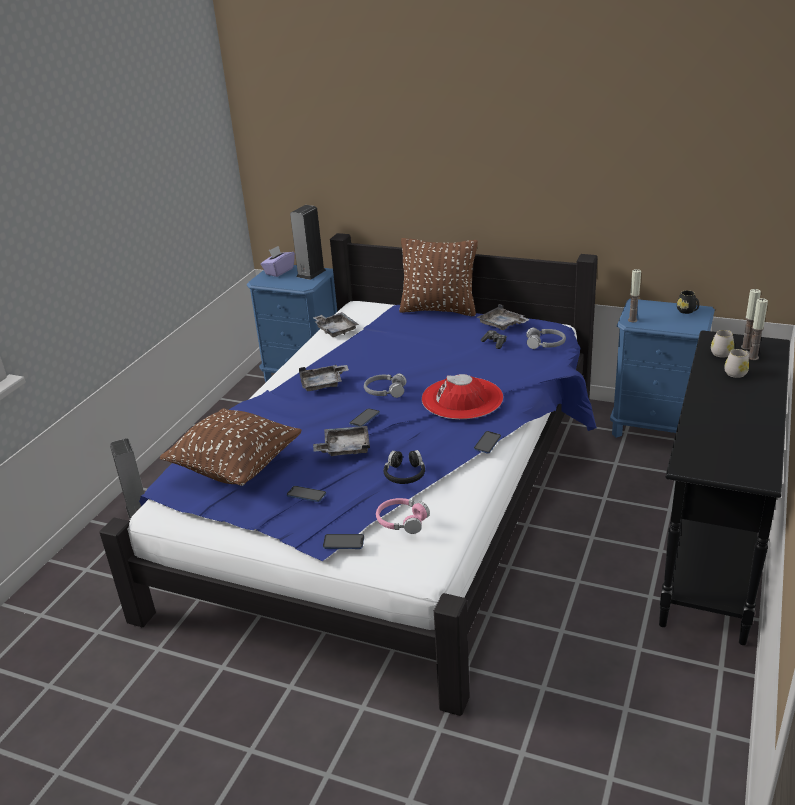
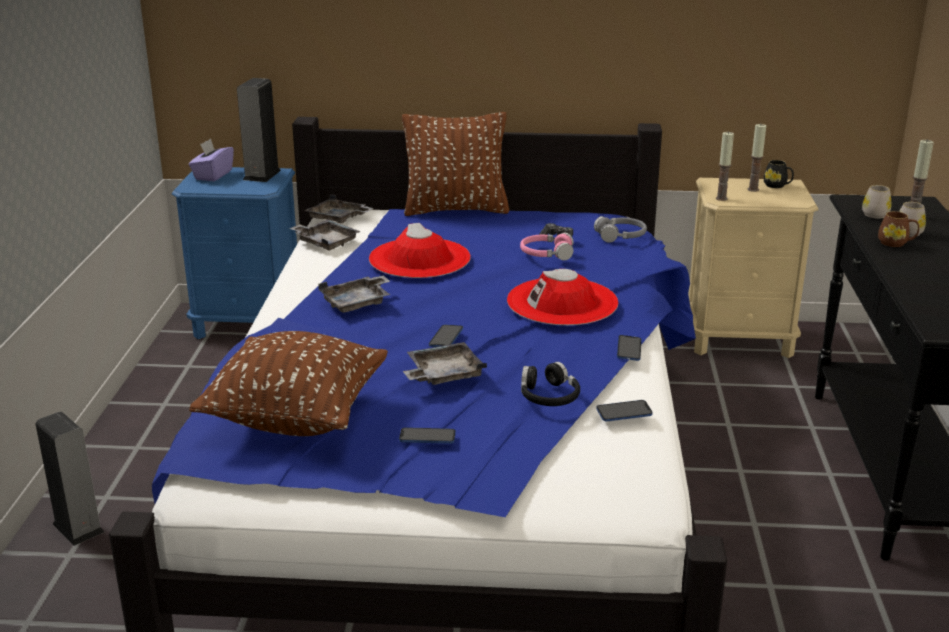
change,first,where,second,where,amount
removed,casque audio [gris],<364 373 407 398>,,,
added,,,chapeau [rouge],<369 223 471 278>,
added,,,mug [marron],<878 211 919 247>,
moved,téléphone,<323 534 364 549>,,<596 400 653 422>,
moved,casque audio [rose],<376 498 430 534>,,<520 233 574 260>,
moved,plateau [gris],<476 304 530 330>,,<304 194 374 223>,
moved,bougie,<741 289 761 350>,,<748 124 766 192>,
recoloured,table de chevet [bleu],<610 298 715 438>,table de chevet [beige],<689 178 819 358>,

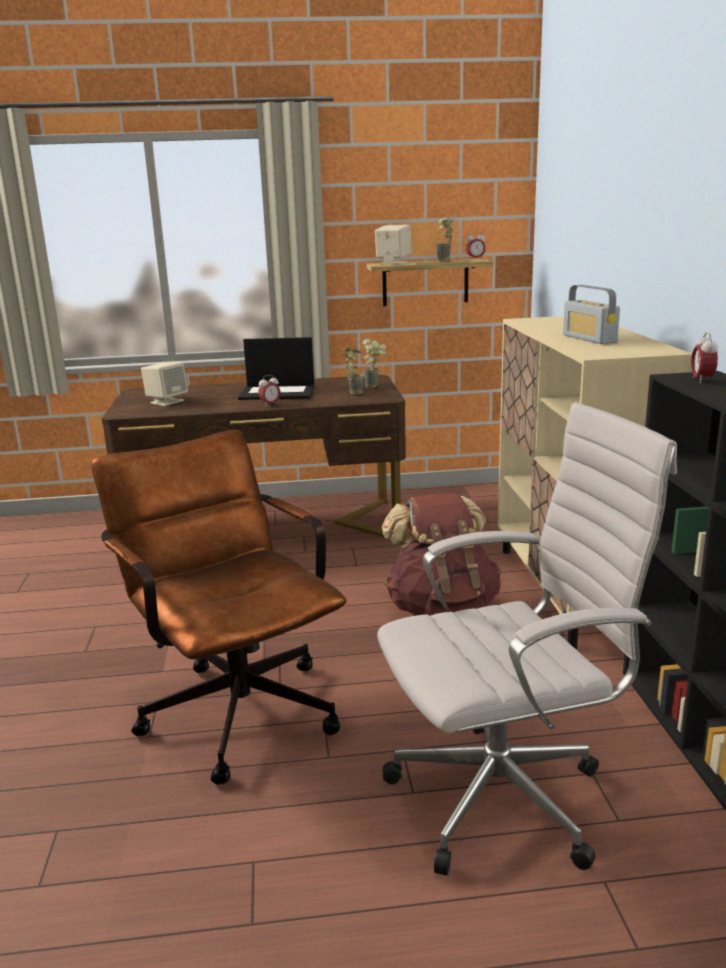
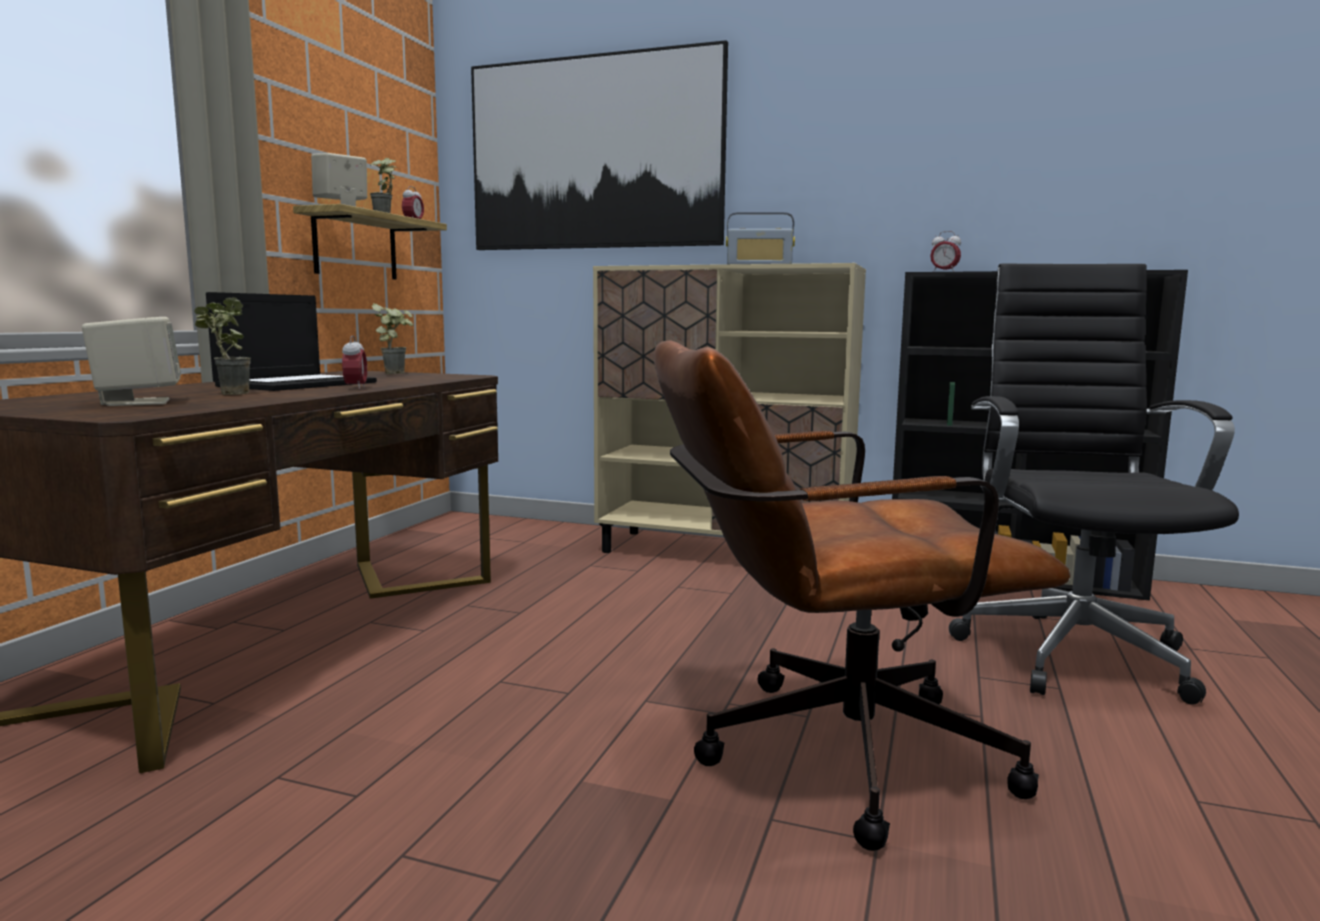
change,first,where,second,where,amount
removed,sac à dos [marron],<382 492 501 616>,,,
added,,,tableau,<471 40 728 250>,
moved,plante en pot,<342 348 364 395>,,<194 297 251 395>,
recoloured,chaise de bureau [blanc],<377 402 677 875>,chaise de bureau [noir],<949 264 1239 705>,

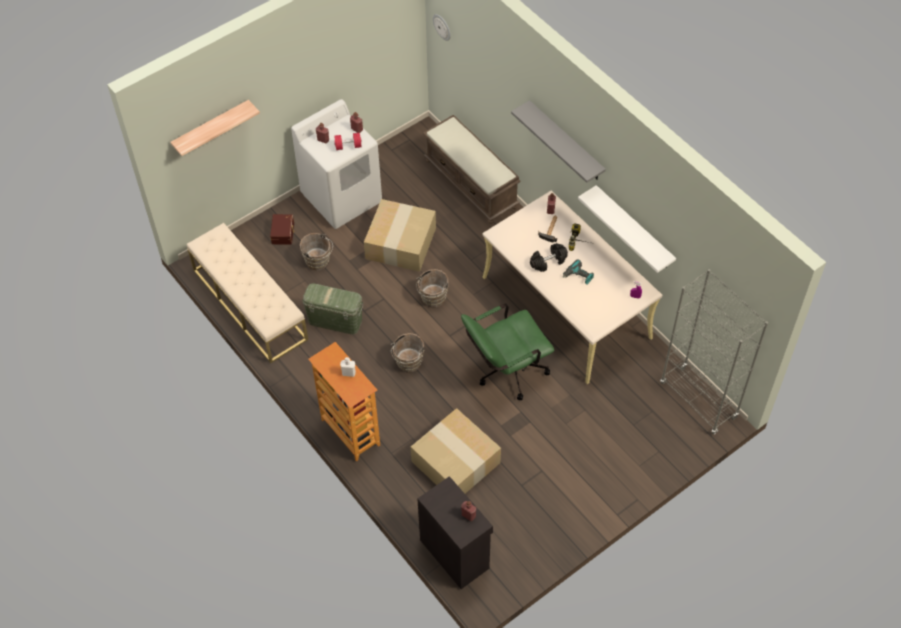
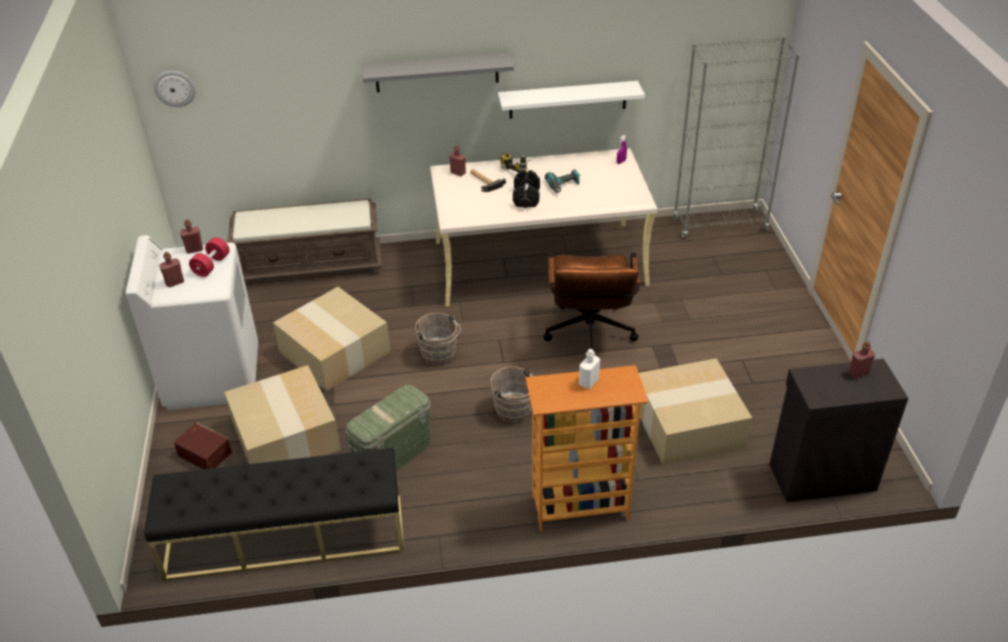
change,first,where,second,where,amount
removed,étagère,<171 100 260 156>,,,
replaced,seau [marron],<300 233 333 271>,carton,<224 365 341 464>,
recoloured,banc [beige],<187 223 308 363>,banc [noir],<144 448 404 582>,
recoloured,chaise de bureau [vert],<461 304 554 400>,chaise de bureau [marron],<543 253 640 356>,

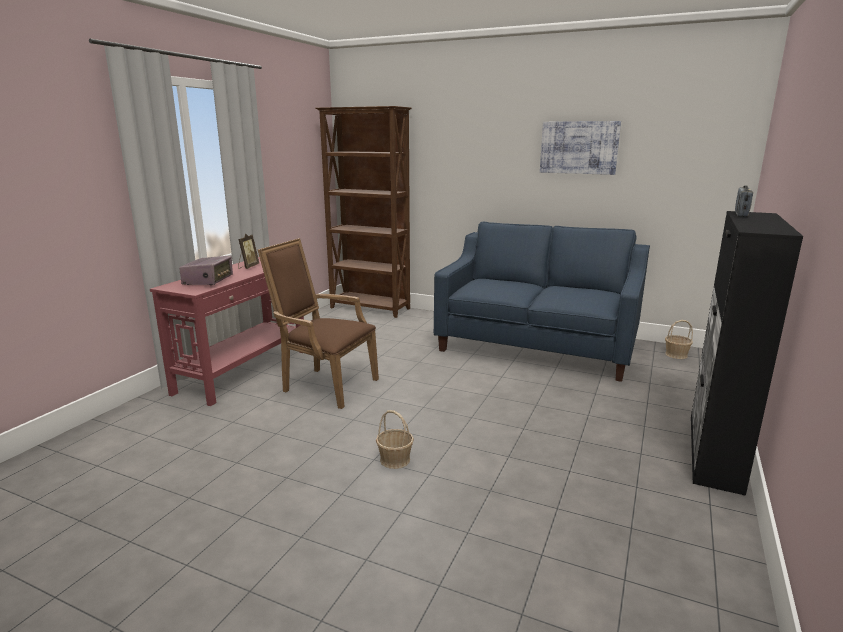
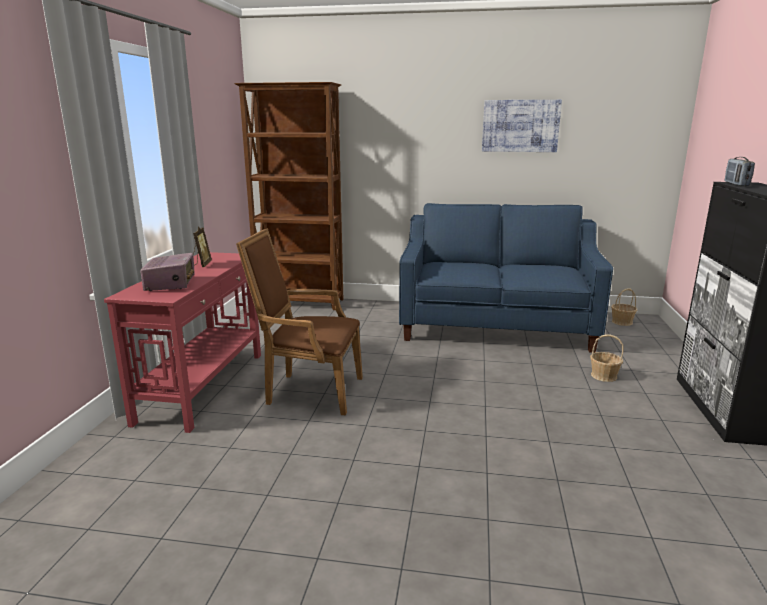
change,first,where,second,where,amount
moved,panier,<376 410 414 469>,,<590 334 624 382>,

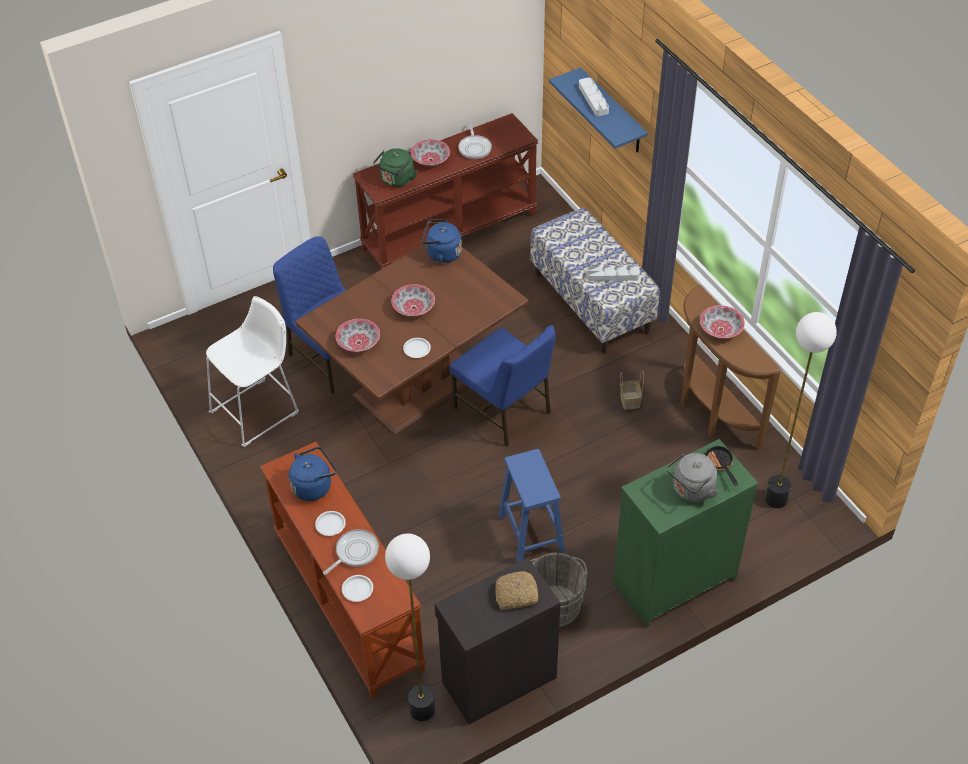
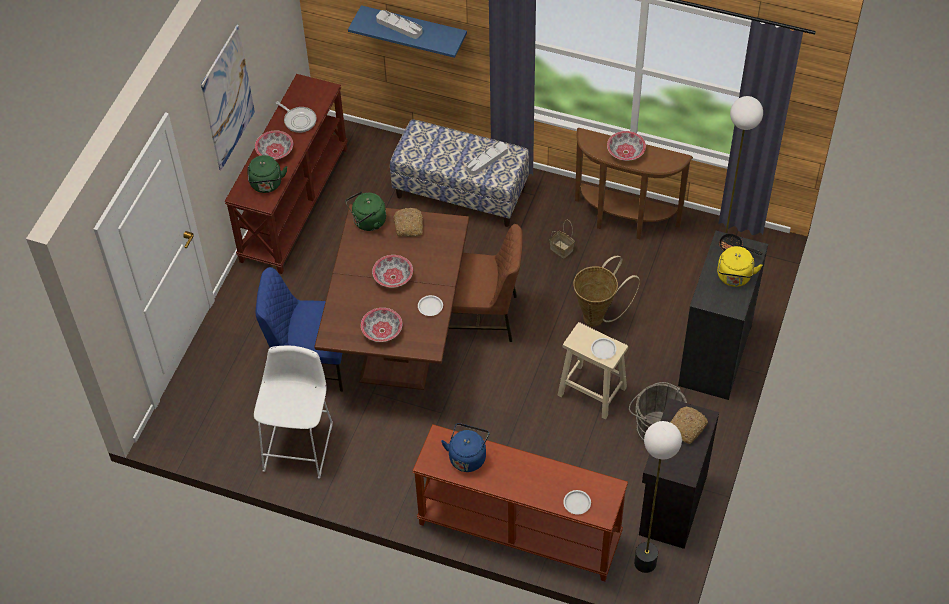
change,first,where,second,where,amount
removed,poêle,<323 529 379 575>,,,
added,,,tableau,<201 25 255 170>,
added,,,pain,<394 208 423 237>,
added,,,panier,<573 256 640 327>,
moved,assiette [blanc],<315 511 346 536>,,<591 338 617 359>,
recoloured,bouilloire [bleu],<421 219 462 263>,bouilloire [vert],<345 191 386 231>,
recoloured,chaise [bleu],<449 325 556 447>,chaise [marron],<446 224 523 342>,
recoloured,tabouret [bleu],<498 449 565 562>,tabouret [beige],<557 322 628 419>,
recoloured,commode [vert],<613 439 758 627>,commode [noir],<678 231 768 400>,
recoloured,bouilloire [gris],<667 453 719 502>,bouilloire [jaune],<717 246 763 287>,

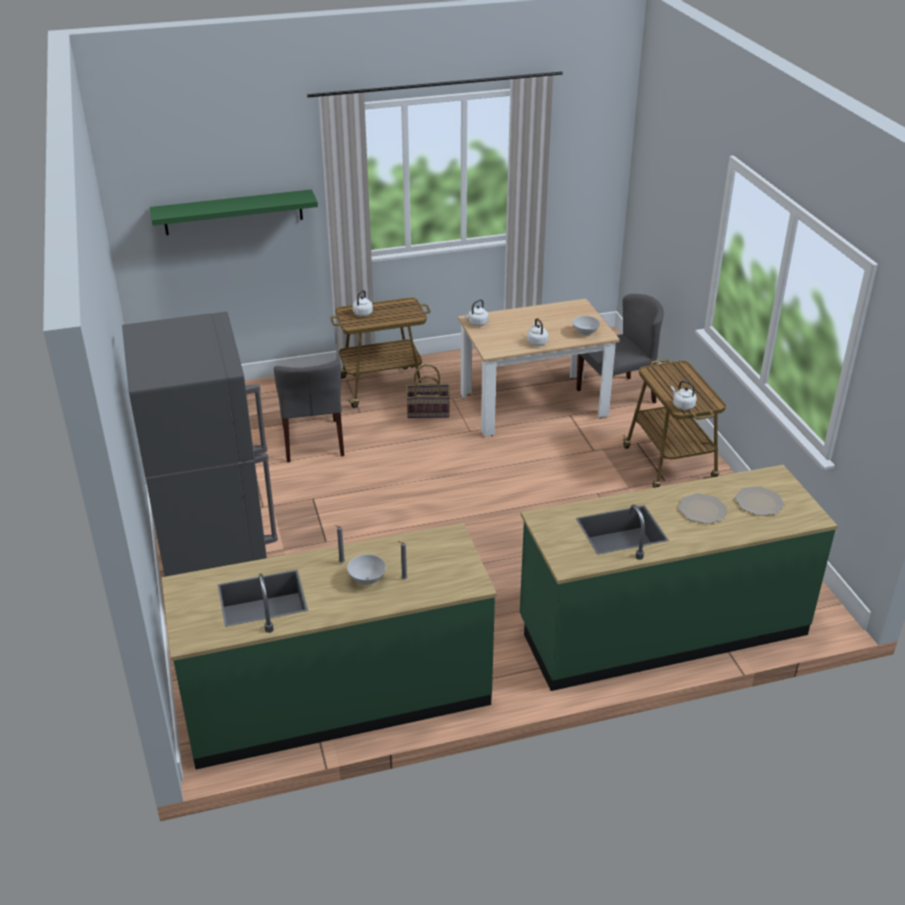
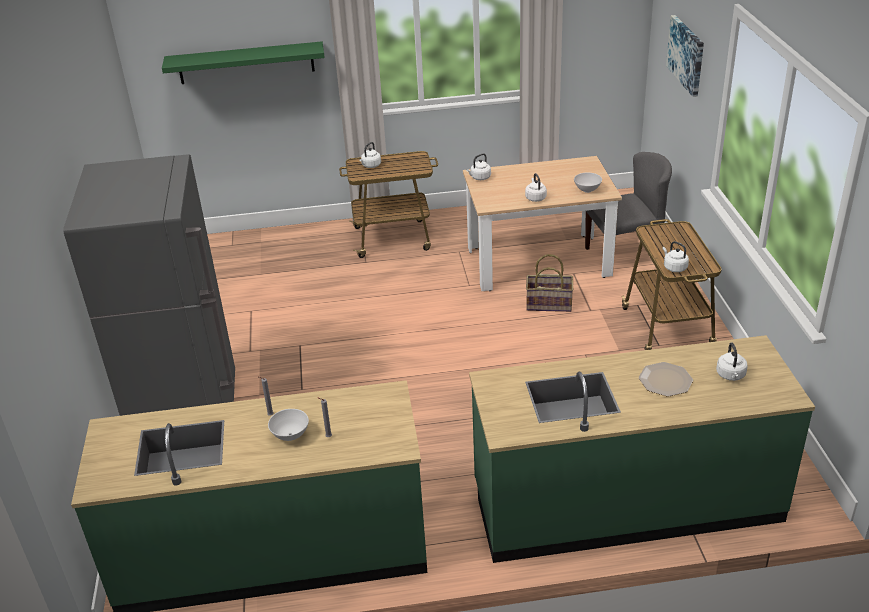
change,first,where,second,where,amount
removed,chaise [gris],<274 360 344 462>,,,
added,,,tableau,<666 15 704 97>,
moved,panier,<406 364 450 418>,,<526 254 573 312>,
replaced,assiette,<735 486 785 516>,bouilloire [blanc],<716 342 748 381>,

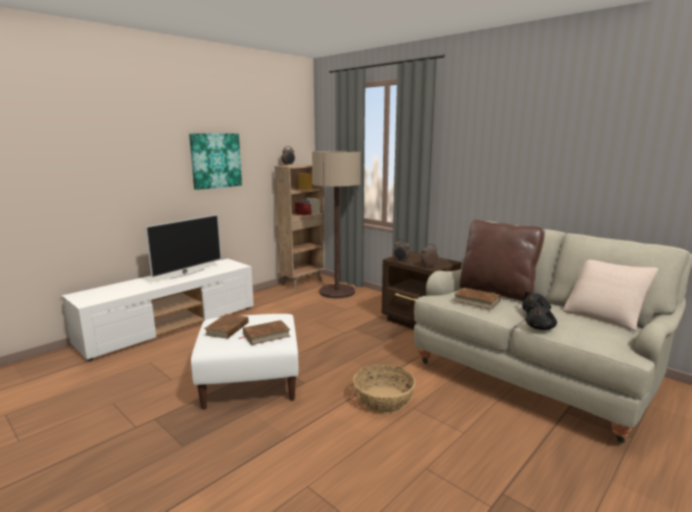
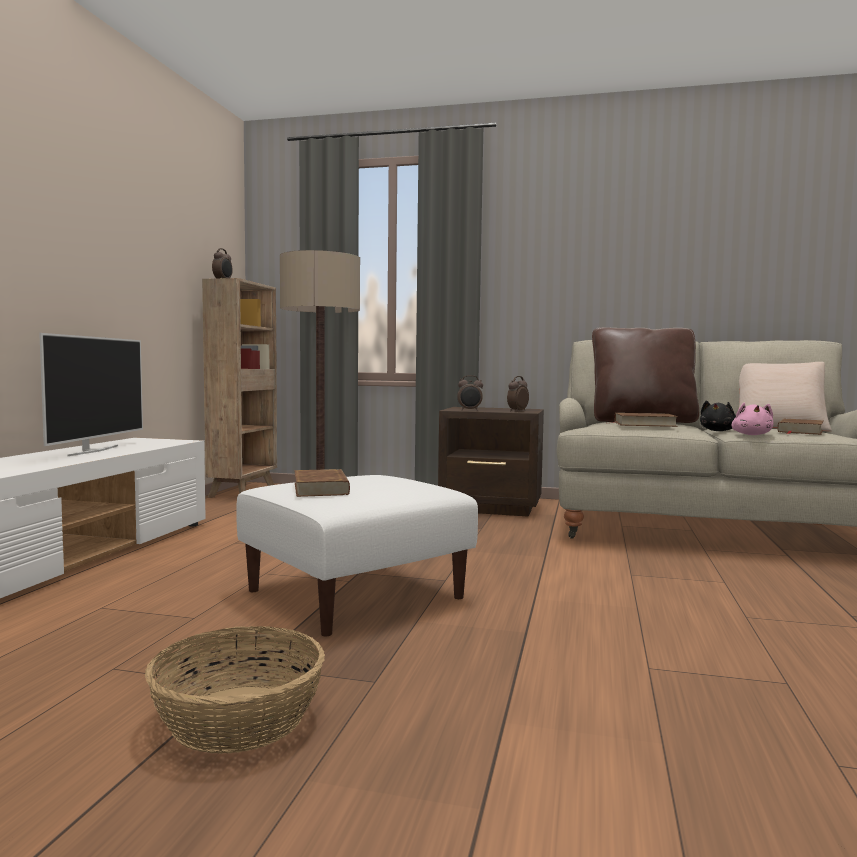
change,first,where,second,where,amount
removed,tableau,<189 133 242 190>,,,
moved,livre [marron],<239 320 290 345>,,<777 419 823 435>,
moved,panier,<353 364 416 413>,,<145 626 325 754>,
recoloured,peluche [noir],<526 305 557 330>,peluche [rose],<732 403 774 435>,

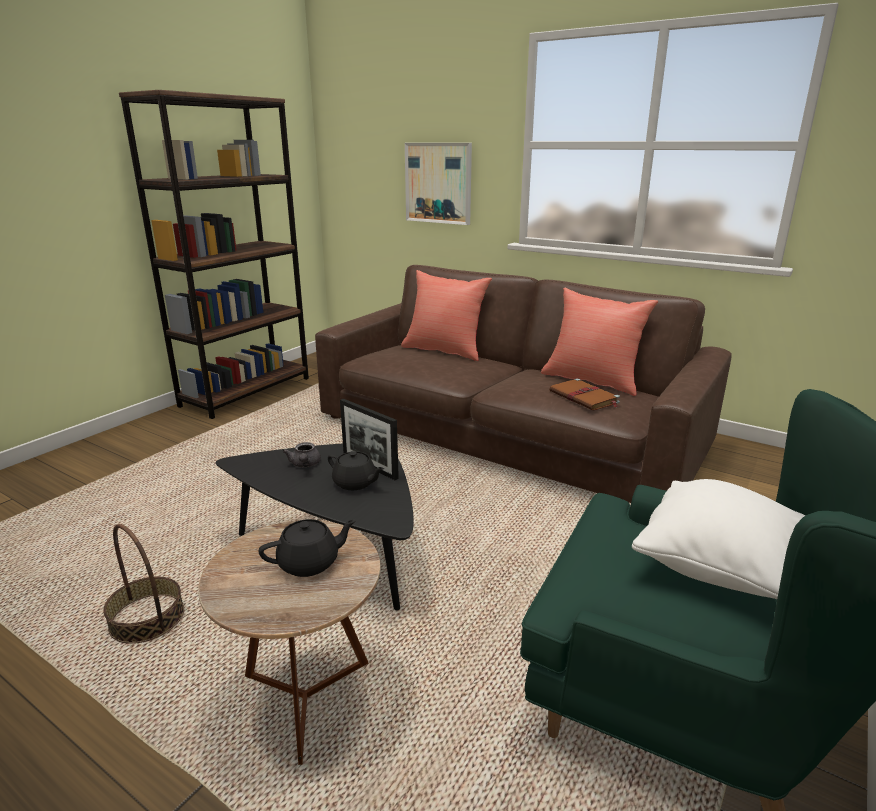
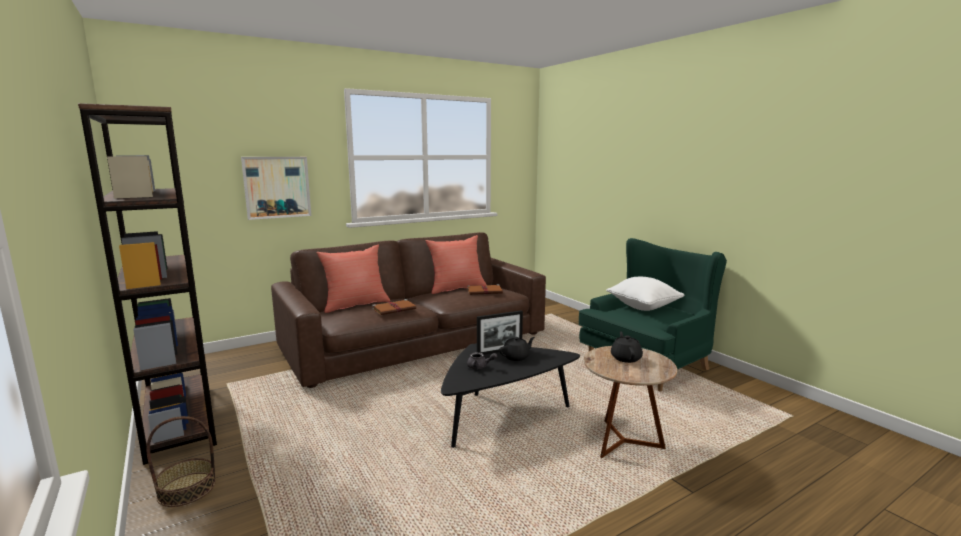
change,first,where,second,where,amount
added,,,livre [marron],<372 299 416 315>,
moved,panier,<103 524 184 644>,,<147 416 216 507>,

